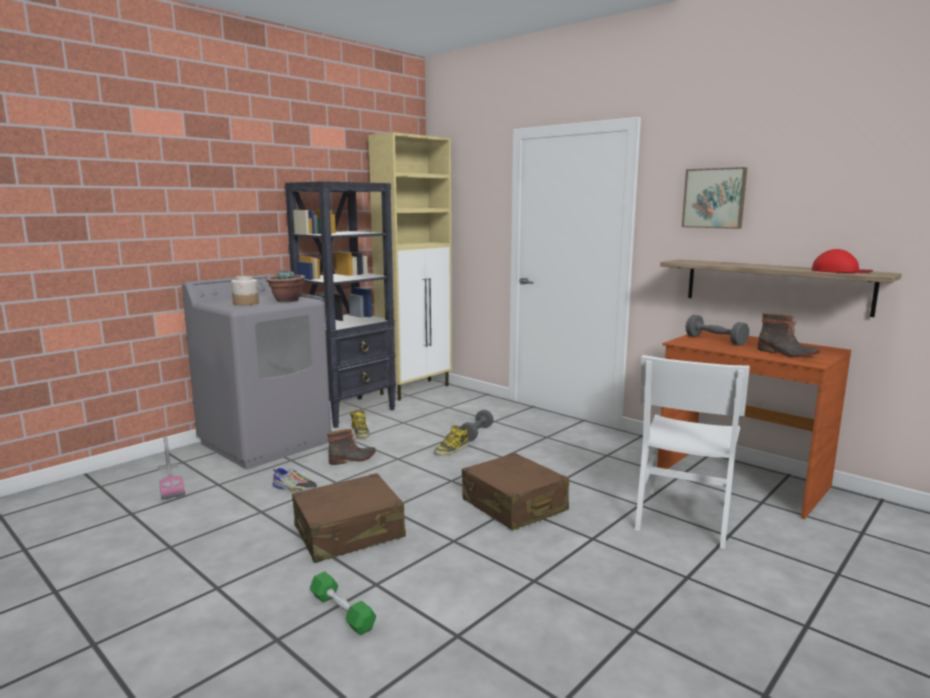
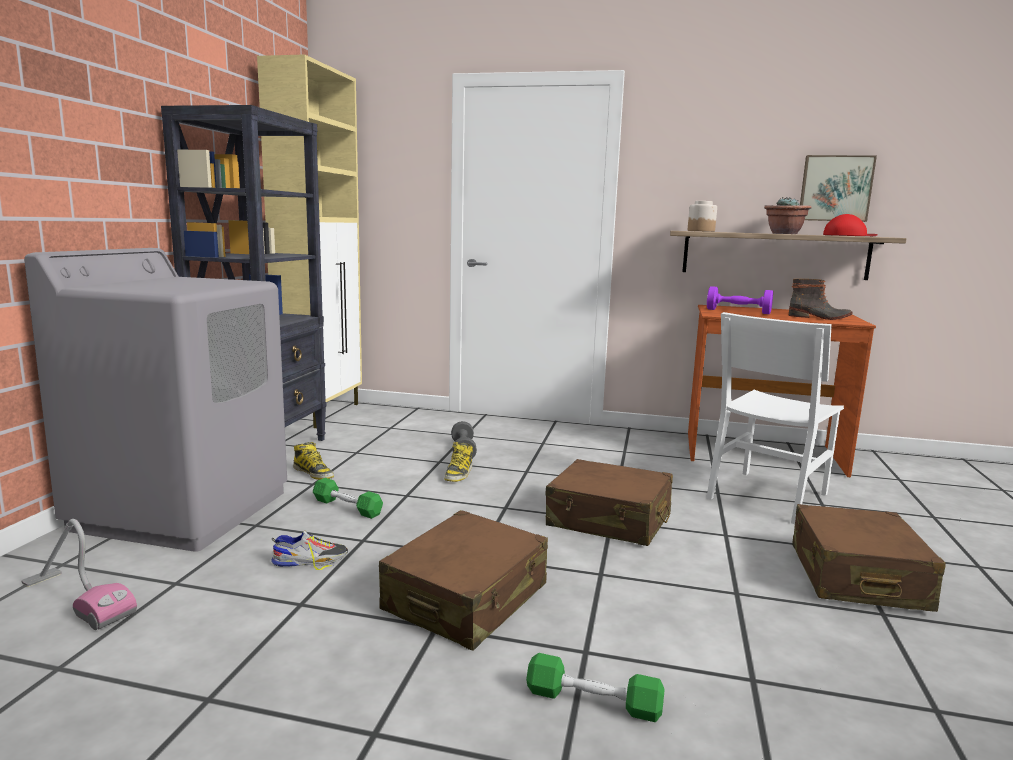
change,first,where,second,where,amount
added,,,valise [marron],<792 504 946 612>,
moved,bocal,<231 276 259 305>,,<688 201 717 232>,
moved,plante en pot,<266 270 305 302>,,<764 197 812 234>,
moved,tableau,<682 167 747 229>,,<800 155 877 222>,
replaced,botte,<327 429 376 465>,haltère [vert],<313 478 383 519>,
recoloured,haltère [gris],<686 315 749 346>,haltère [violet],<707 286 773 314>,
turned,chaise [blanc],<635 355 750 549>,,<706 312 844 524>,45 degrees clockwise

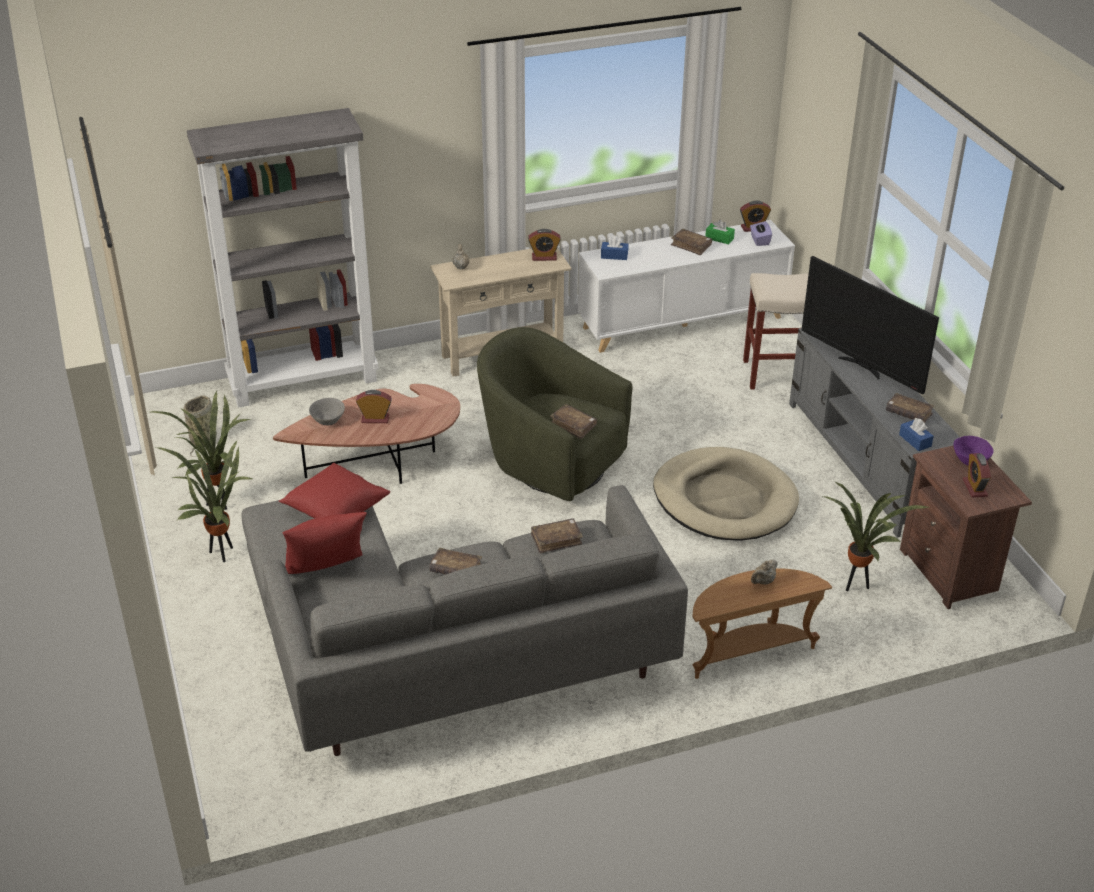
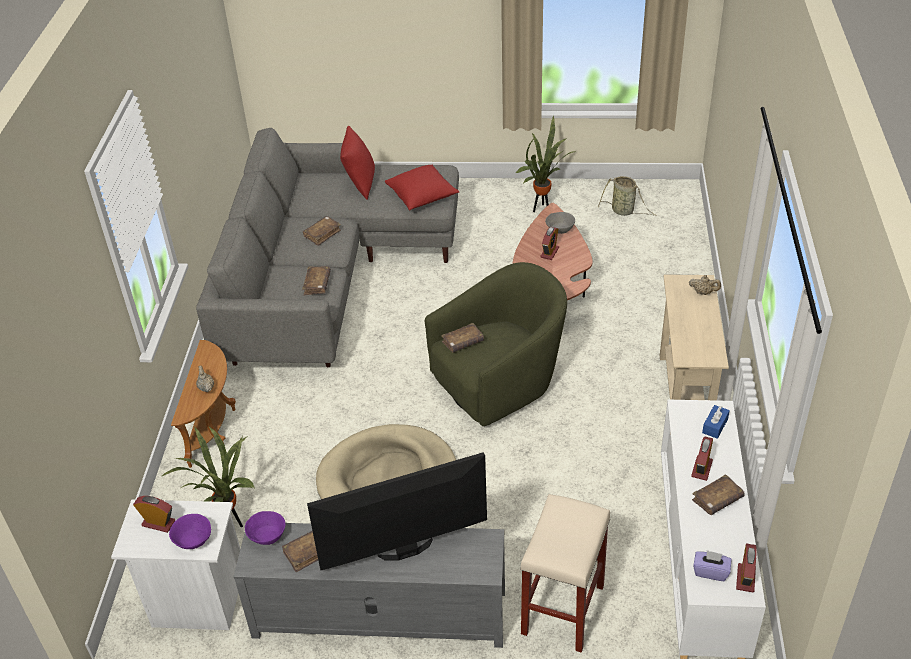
change,first,where,second,where,amount
removed,plante en pot,<156 440 253 562>,,,
removed,bibliothèque [gris],<187 108 379 408>,,,
removed,boîte à mouchoirs [vert],<705 220 735 244>,,,
moved,réveil,<528 229 561 261>,,<691 436 713 481>,
replaced,boîte à mouchoirs [bleu],<899 418 934 451>,bol [violet],<245 511 285 545>,
recoloured,table de chevet [marron],<900 445 1032 609>,table de chevet [blanc],<111 499 240 630>,

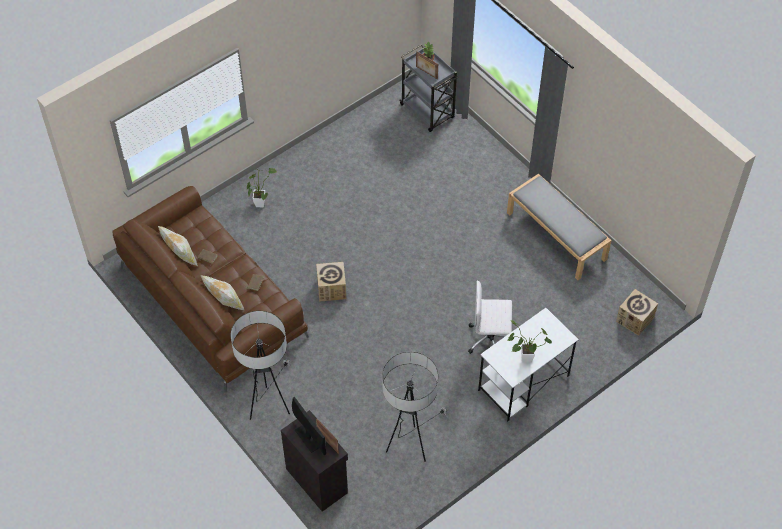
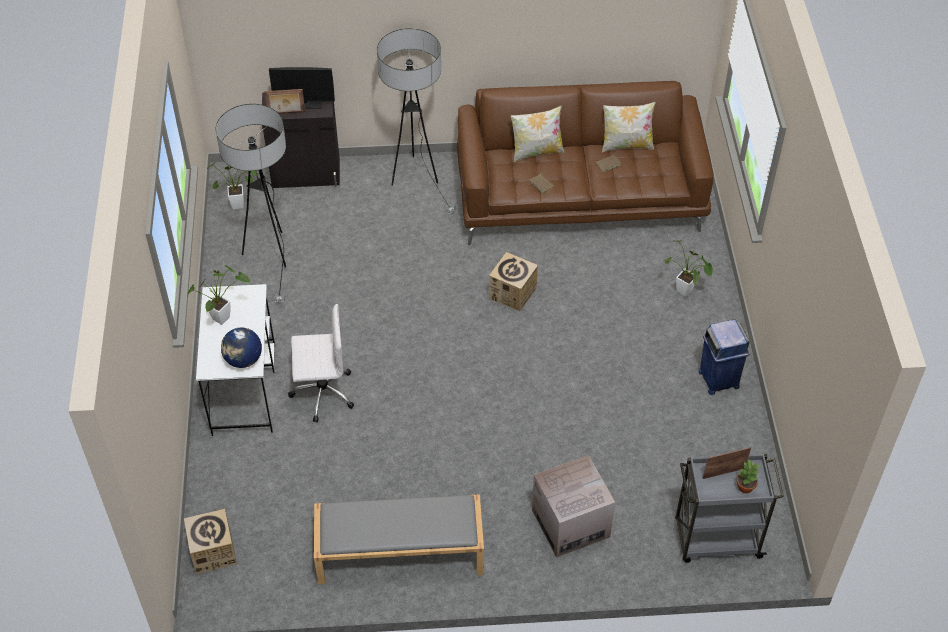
change,first,where,second,where,amount
added,,,plante en pot,<207 163 258 209>,
added,,,globe,<221 327 262 368>,
added,,,carton,<532 455 615 558>,
added,,,poubelle [bleu],<699 319 750 395>,
turned,chaise de bureau [blanc],<468 281 512 354>,,<288 304 354 422>,45 degrees clockwise

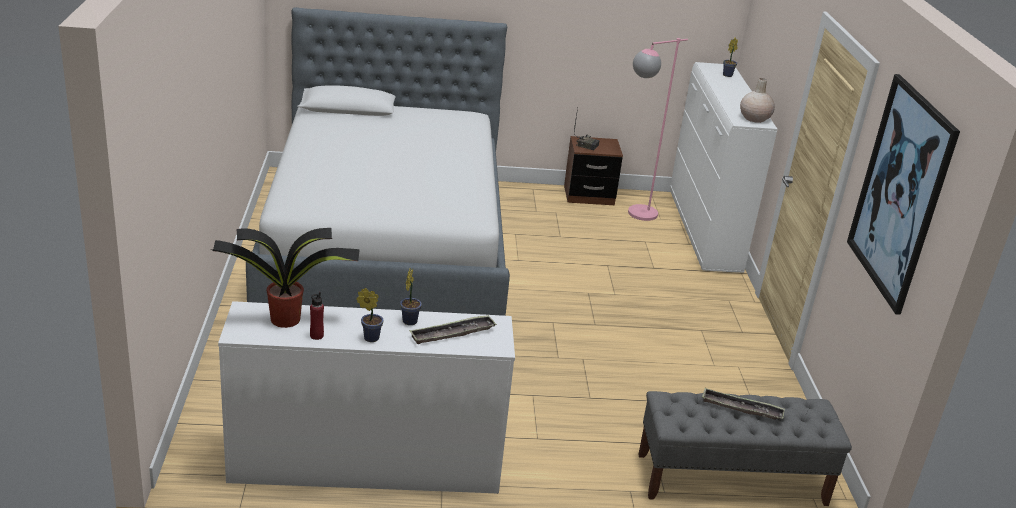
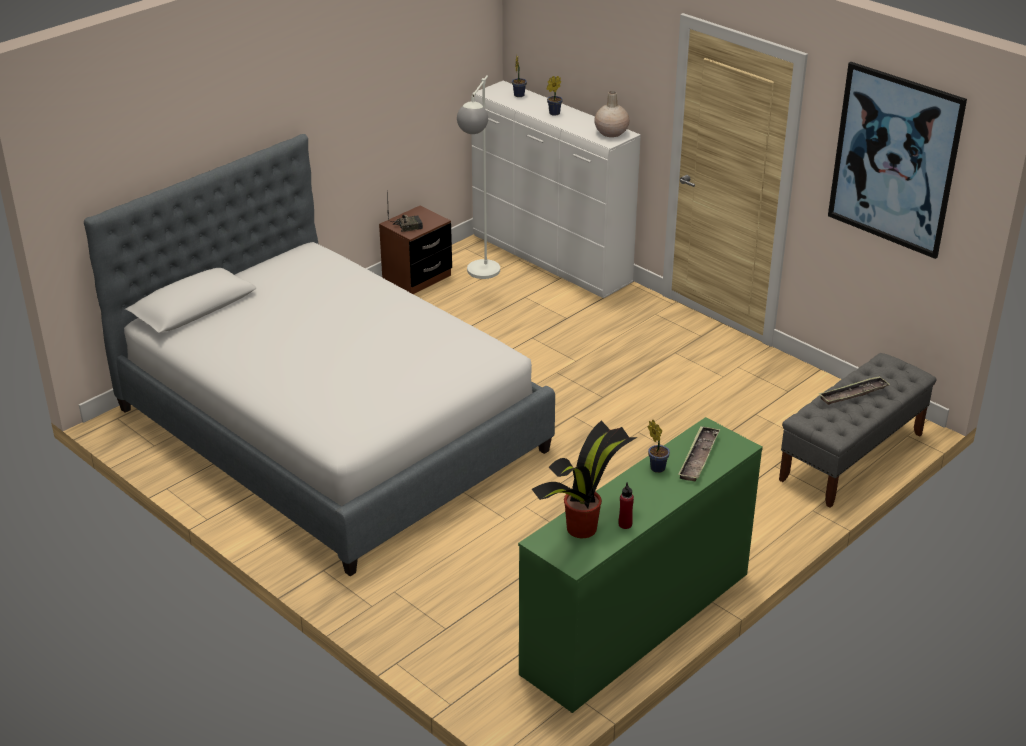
change,first,where,second,where,amount
moved,plante en pot,<356 288 384 342>,,<547 76 563 116>,
recoloured,commode [blanc],<218 301 515 494>,commode [vert],<518 417 763 713>,
recoloured,lampadaire [rose],<628 38 688 221>,lampadaire [blanc],<457 75 500 279>,

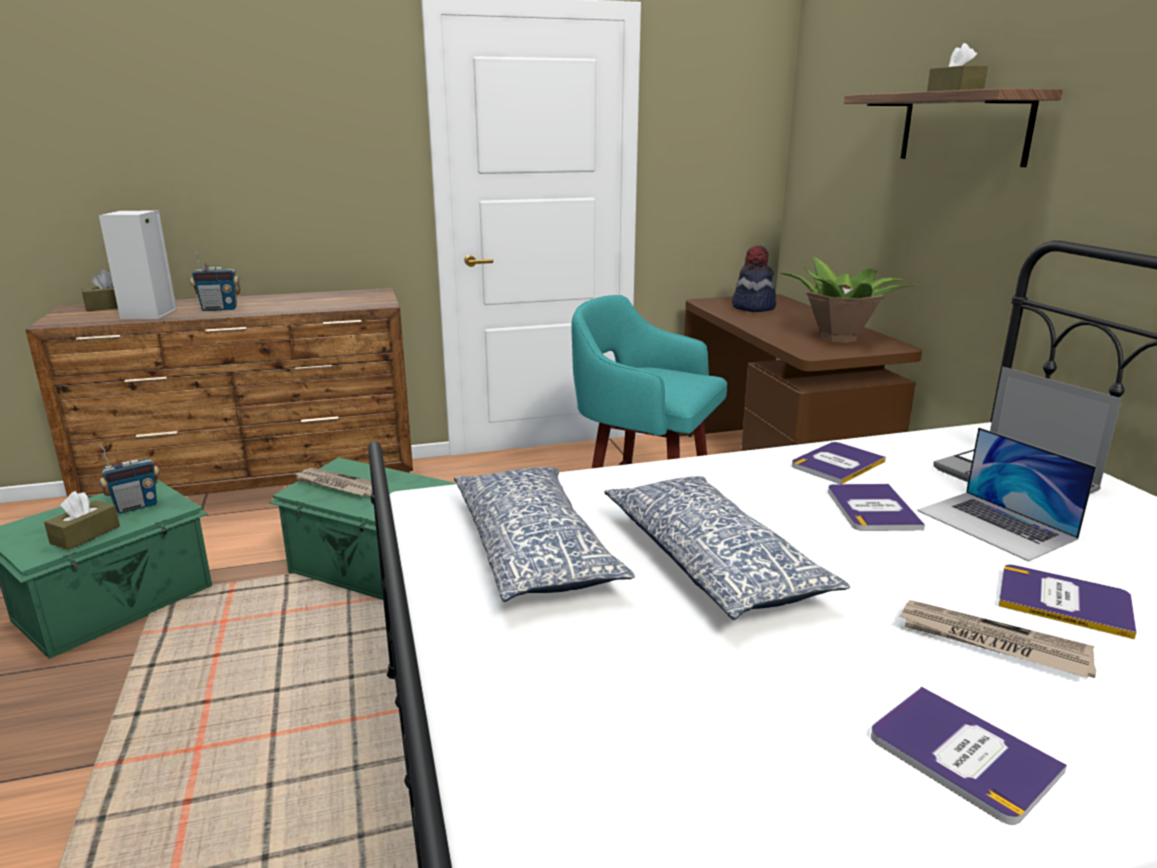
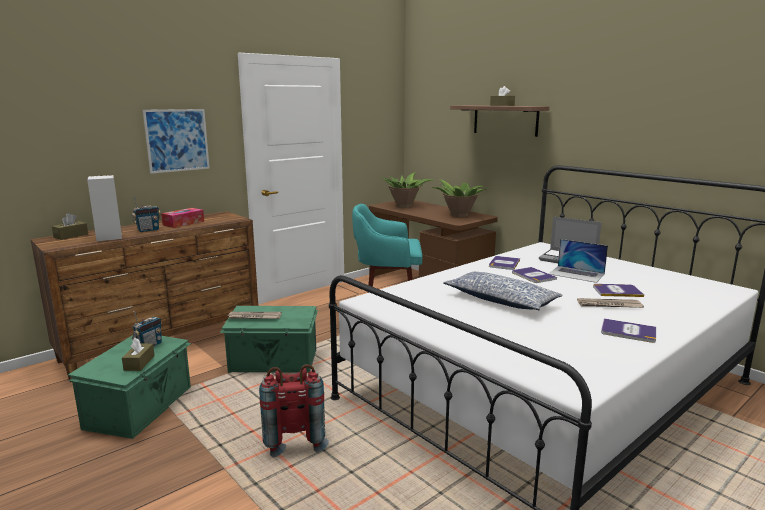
change,first,where,second,where,amount
removed,coussin,<454 467 635 602>,,,
added,,,tableau,<143 109 210 174>,
added,,,boîte à mouchoirs,<161 208 204 228>,
added,,,sac à dos [rouge],<259 364 329 457>,
replaced,chapeau,<732 246 776 312>,plante en pot,<378 172 435 208>,

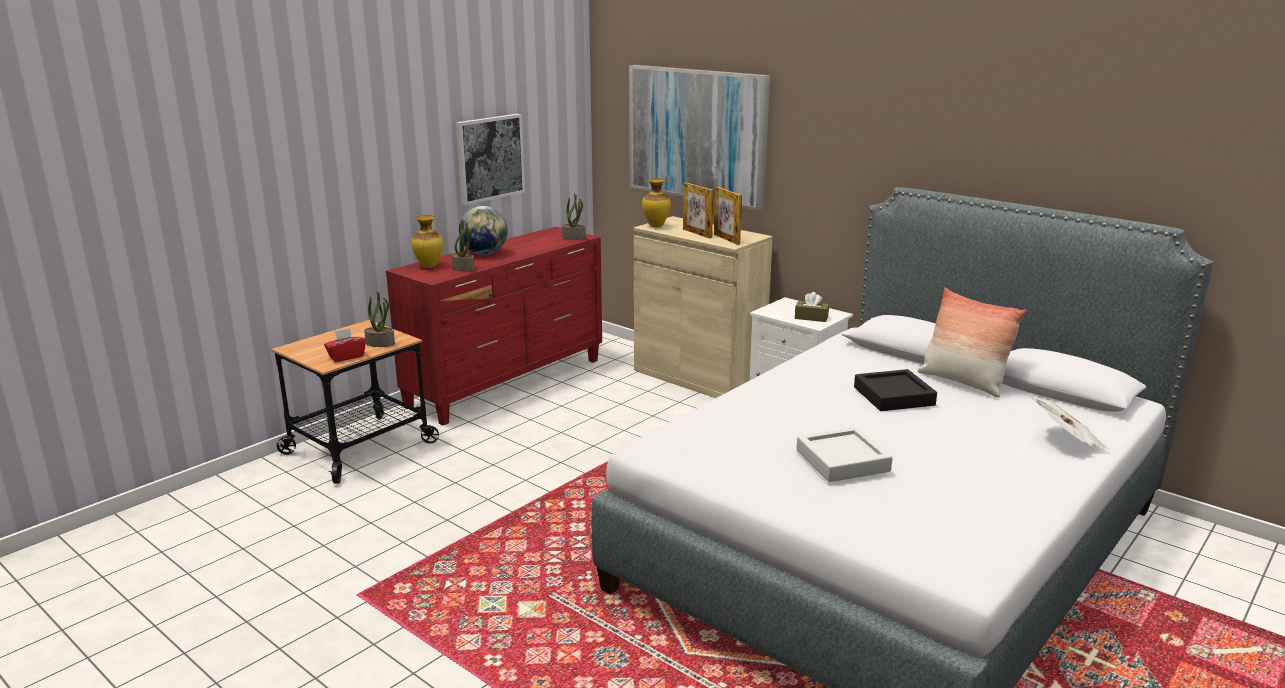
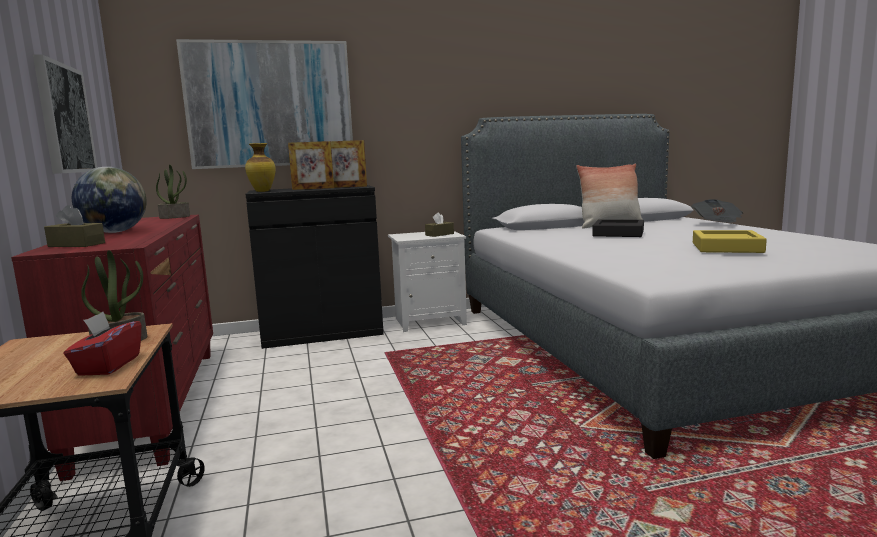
change,first,where,second,where,amount
removed,plante en pot,<451 219 475 272>,,,
replaced,vase,<412 215 443 268>,boîte à mouchoirs [marron],<44 205 105 247>,
recoloured,meuble de rangement [beige],<634 216 773 398>,meuble de rangement [noir],<246 185 384 349>,
recoloured,plateau [gris],<796 427 893 482>,plateau [jaune],<693 230 767 253>,

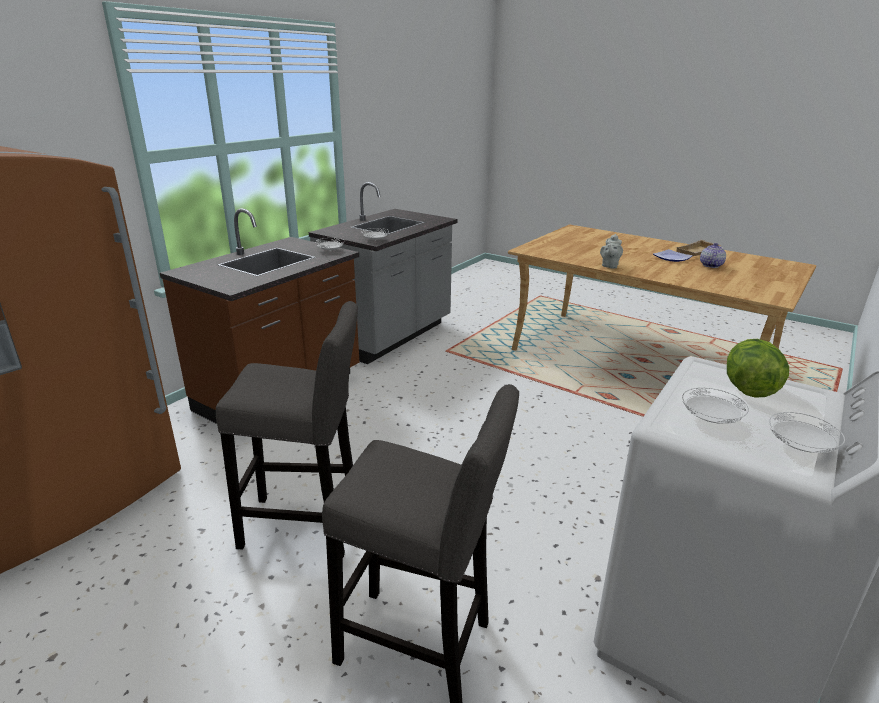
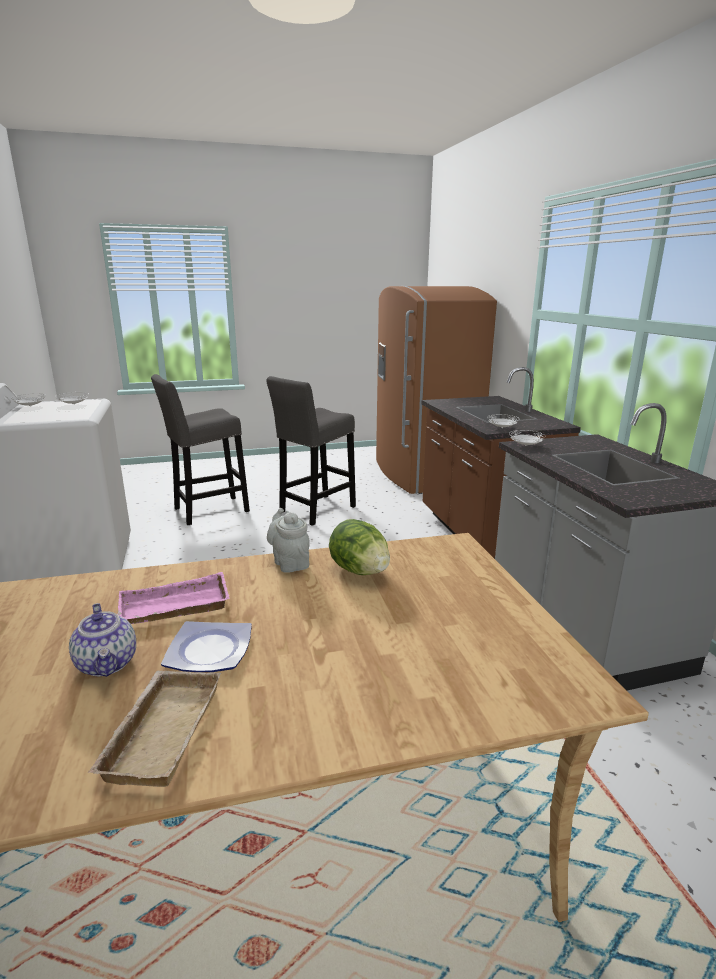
change,first,where,second,where,amount
added,,,plateau [rose],<118 572 230 624>,
moved,laitue,<727 339 789 398>,,<329 519 390 575>,

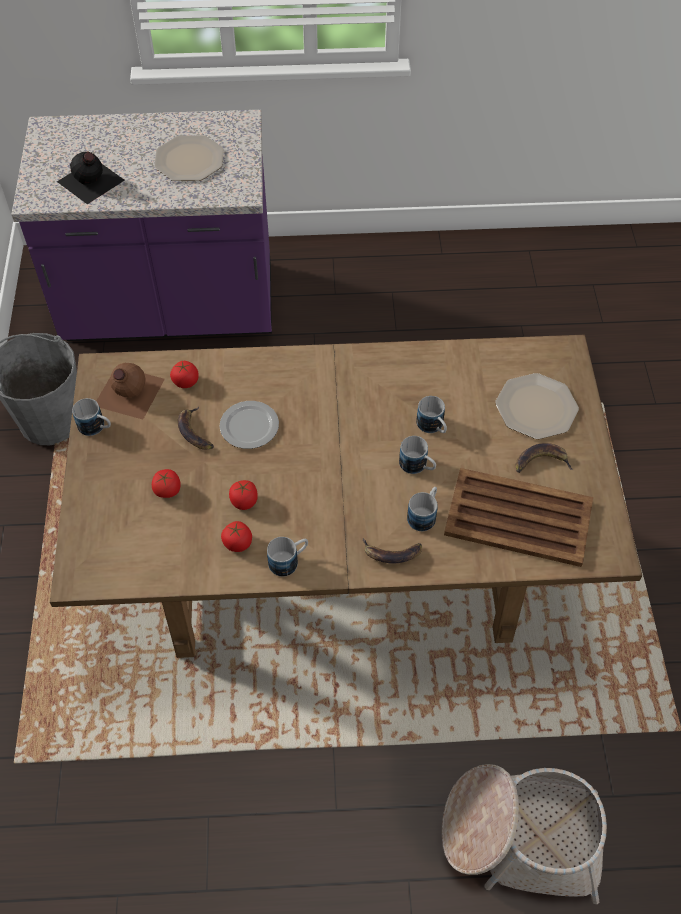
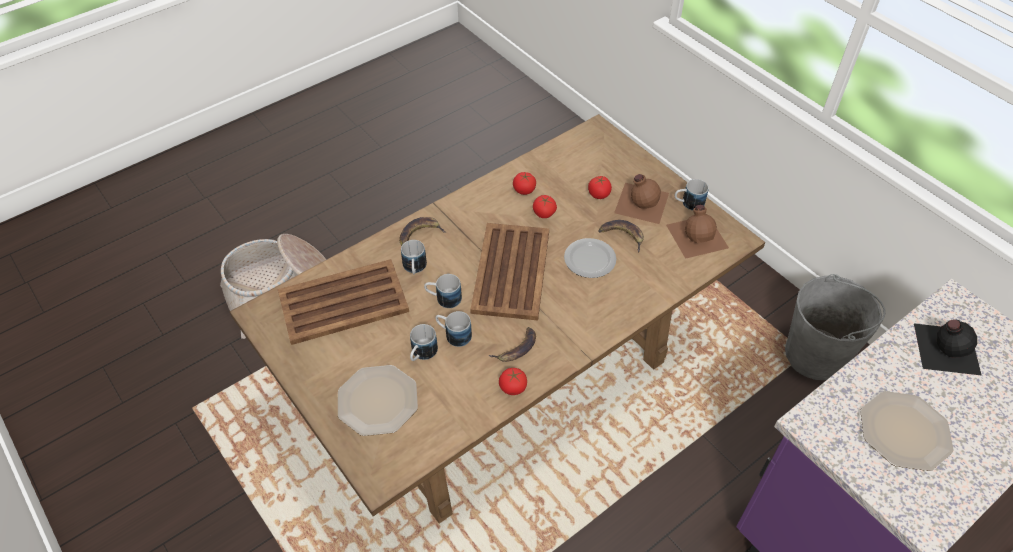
change,first,where,second,where,amount
added,,,plateau [marron],<470 223 549 321>,
added,,,bouteille [marron],<614 174 669 224>,
moved,tomate,<170 361 198 388>,,<499 368 527 395>,
moved,mug,<267 537 308 577>,,<410 324 438 361>,
moved,banane,<516 443 573 473>,,<489 327 536 362>,

